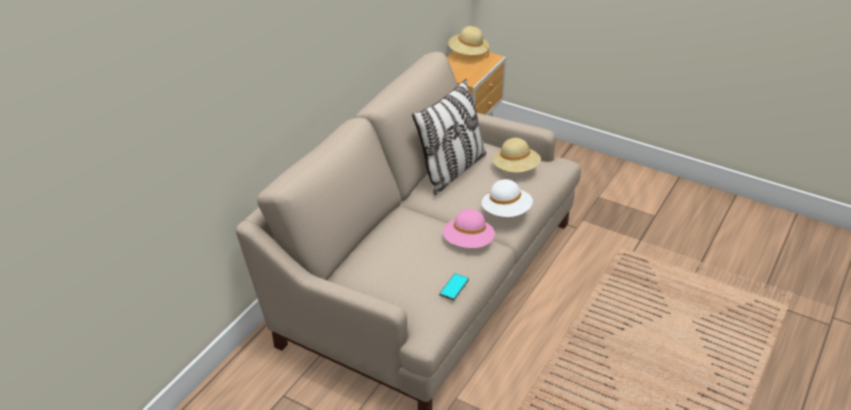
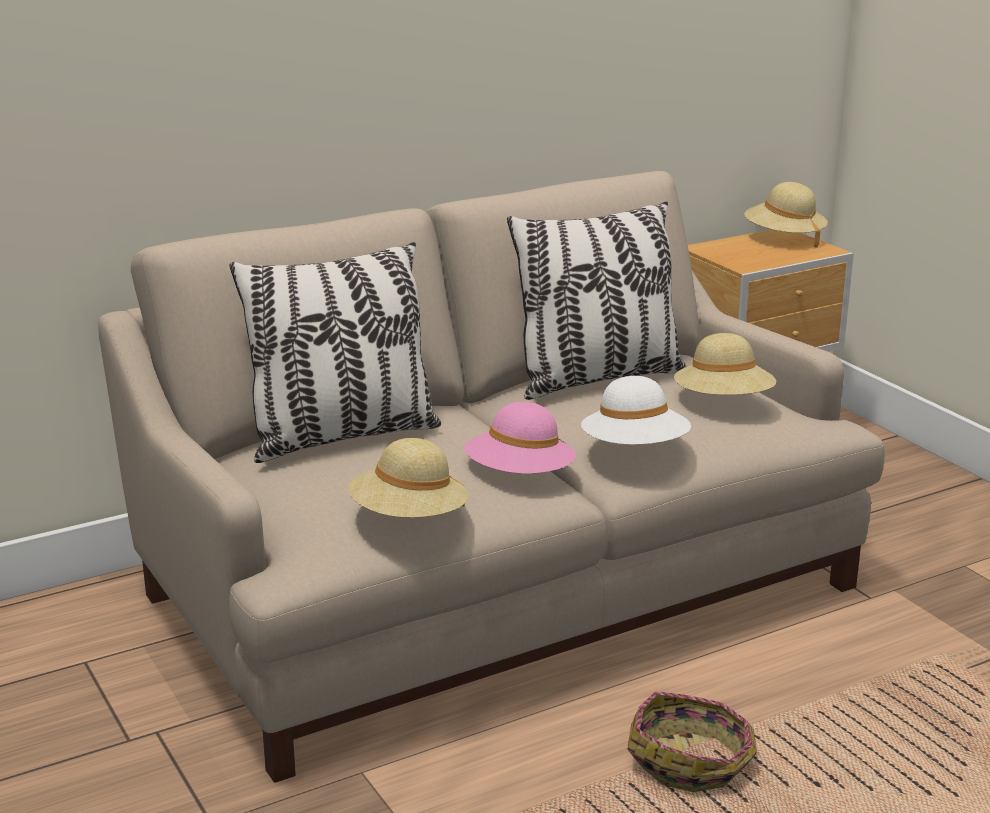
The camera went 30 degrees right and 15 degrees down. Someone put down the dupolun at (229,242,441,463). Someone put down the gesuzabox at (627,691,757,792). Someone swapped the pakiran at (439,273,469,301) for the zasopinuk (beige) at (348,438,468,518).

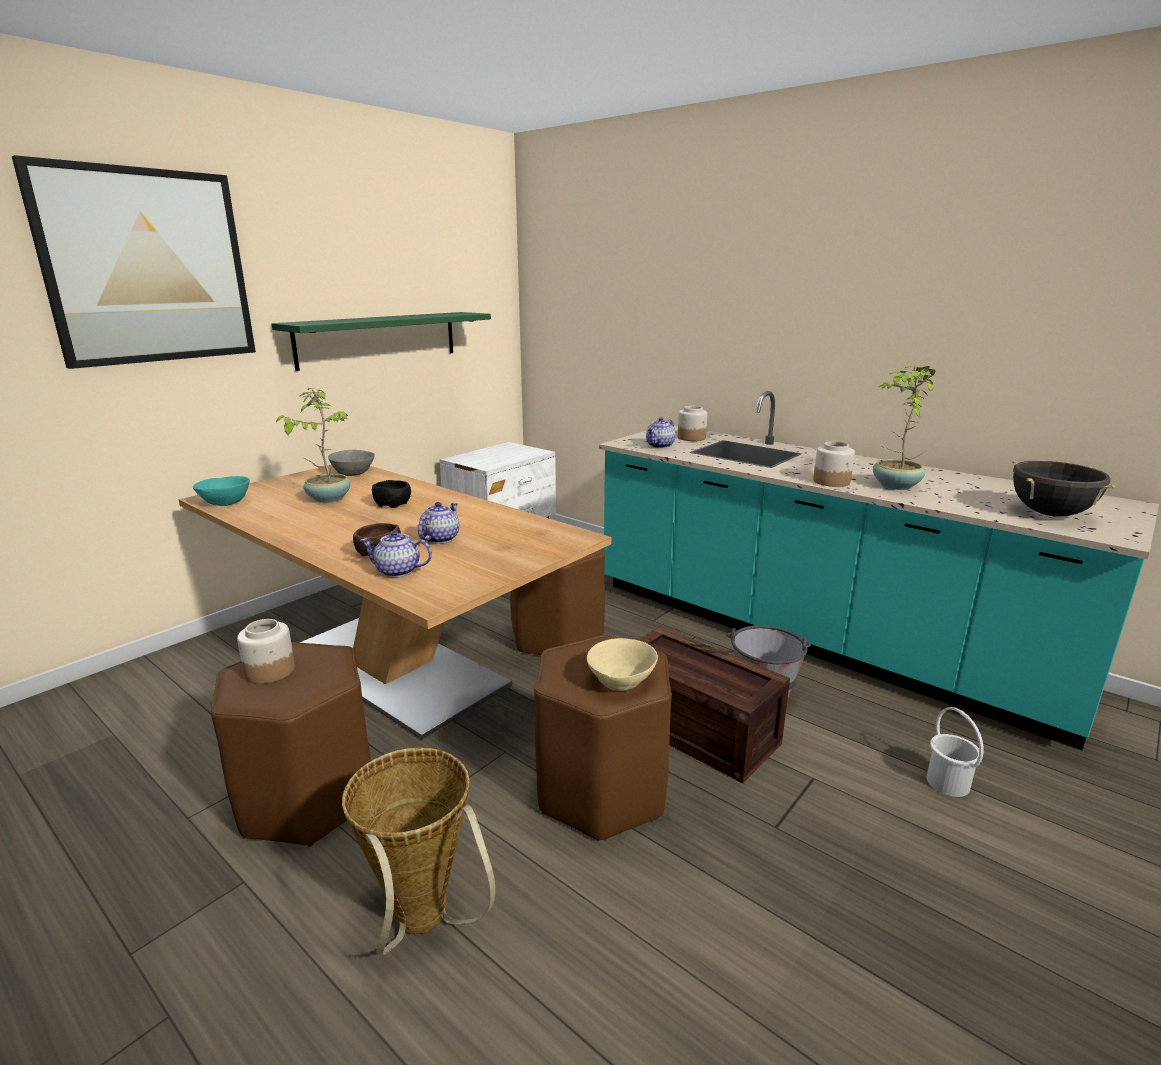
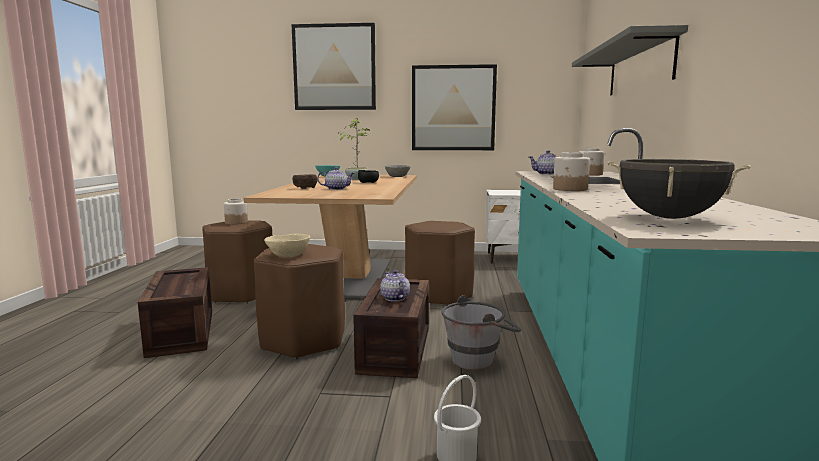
The camera went 55 degrees right and 10 degrees down. Someone took away the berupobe at (873,366,935,490). Someone put up the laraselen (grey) at (572,25,688,95). Someone carried the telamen from (360,530,432,577) to (380,270,410,302). Someone swapped the laraselen (green) at (271,312,491,371) for the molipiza at (412,64,497,150). Someone swapped the gesuzabox at (342,748,495,955) for the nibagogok at (138,267,212,358).

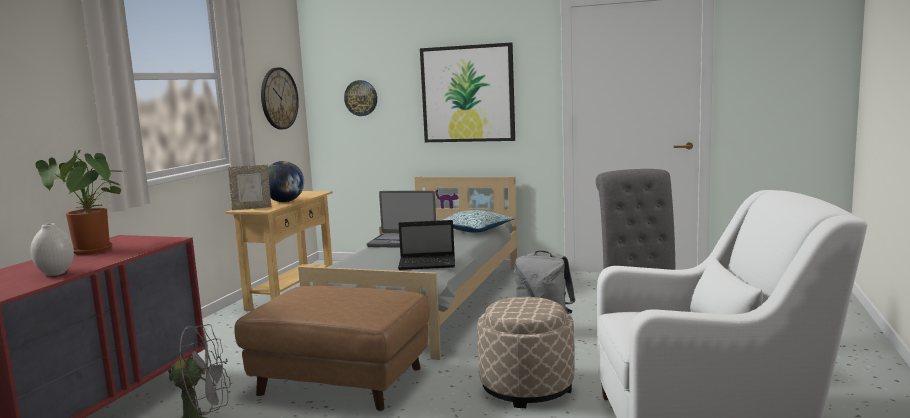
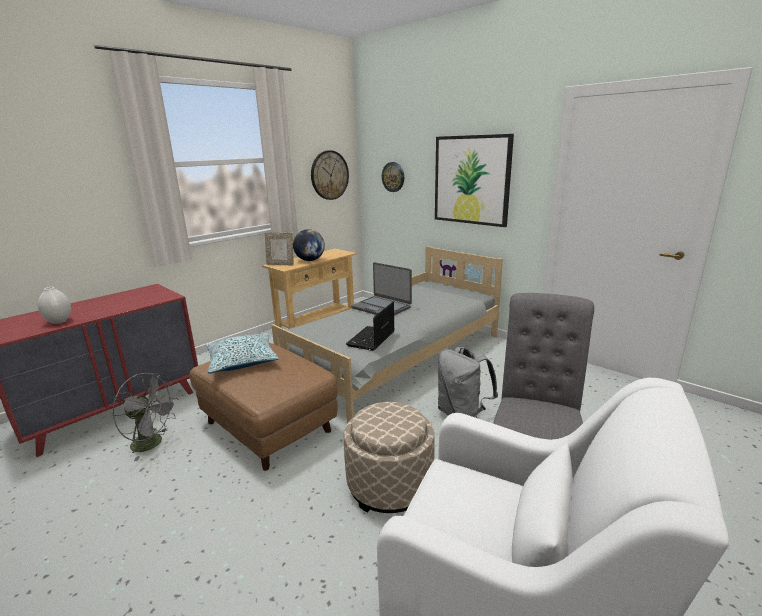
The camera went 25 degrees right and 10 degrees up. Someone took away the berupobe at (35,150,124,255). Someone carried the dupolun from (443,210,515,233) to (206,333,279,374). Someone rotated the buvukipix at (398,220,455,270) by 90 degrees clockwise.

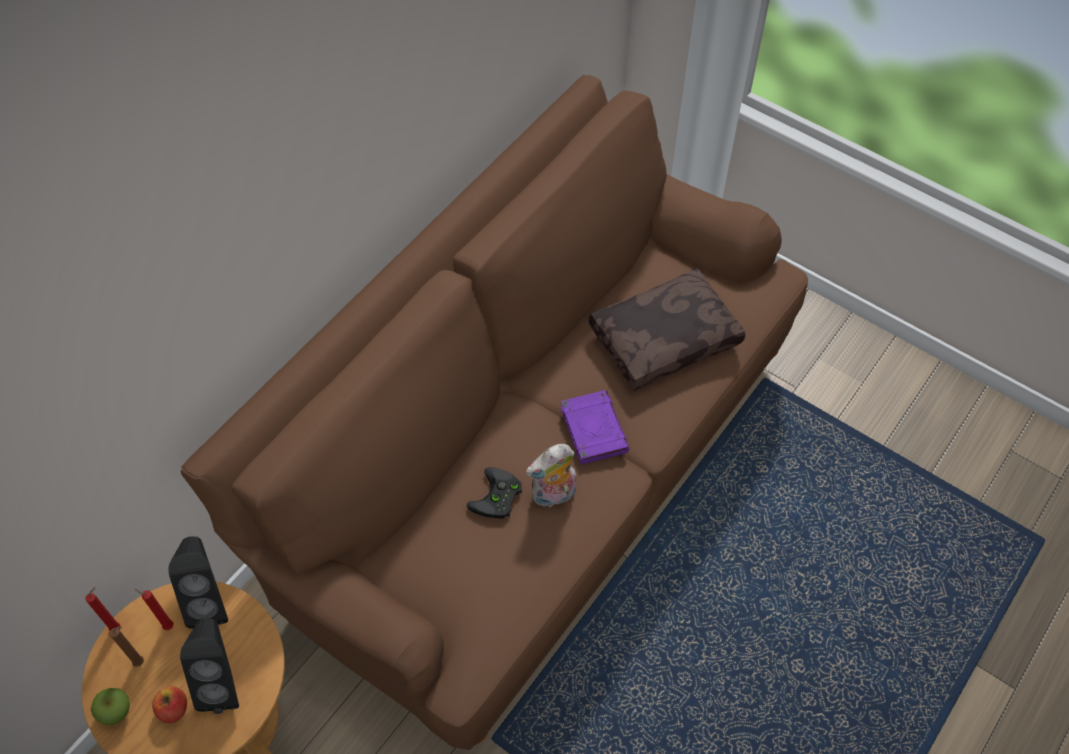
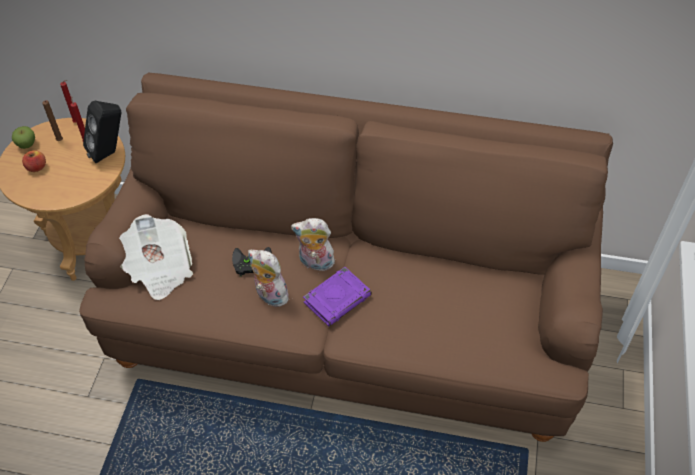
The camera went 65 degrees right and 5 degrees down. Someone took away the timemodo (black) at (180,618,239,714). Someone took away the dupolun (brown) at (589,269,746,391). Someone put down the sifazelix at (119,214,193,300). Someone put down the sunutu at (291,218,335,271).

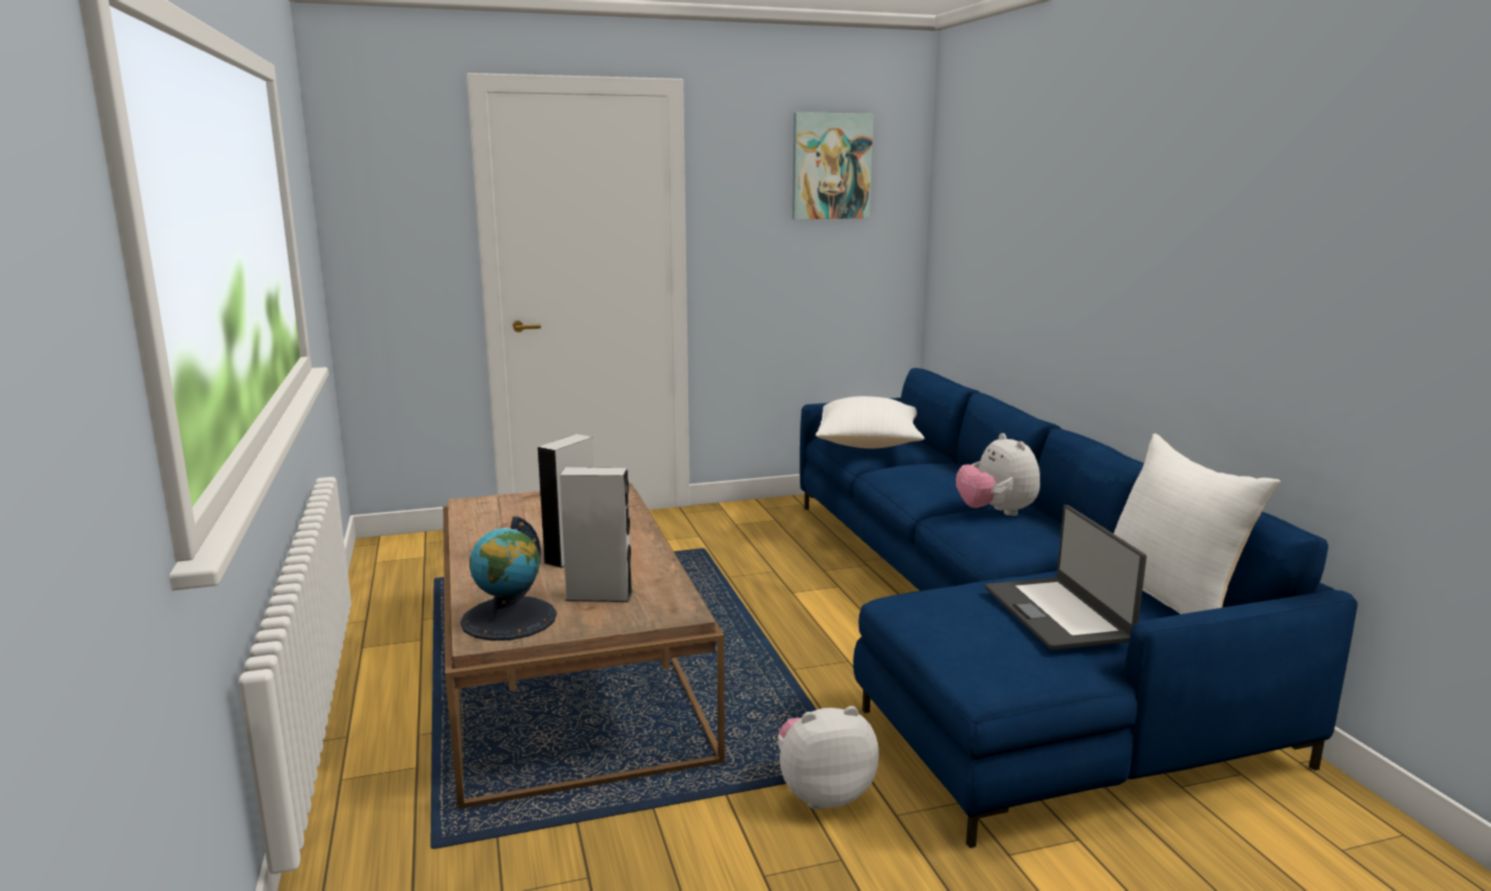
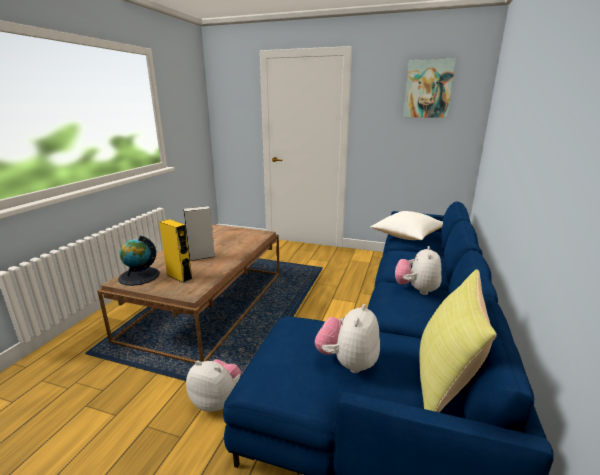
The camera went 35 degrees right and 5 degrees up. Someone swapped the buvukipix at (985,505,1147,650) for the sunutu at (315,304,380,373). Someone repainted the timemodo (grey) at (560,467,633,602), which became the timemodo (yellow) at (159,219,192,283). Someone repainted the dupolun (white) at (1114,434,1280,614), which became the dupolun (yellow) at (419,269,497,413).

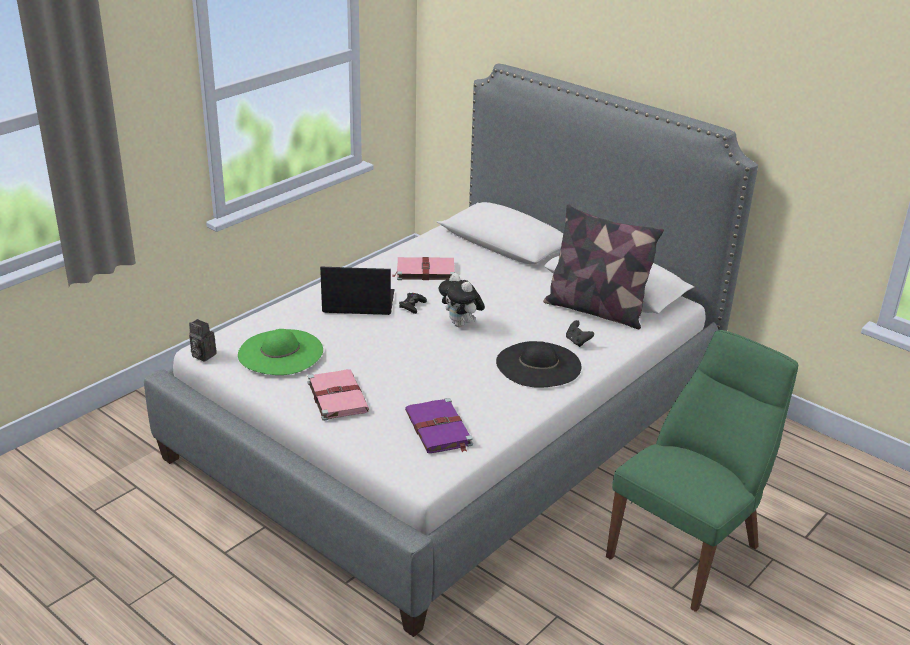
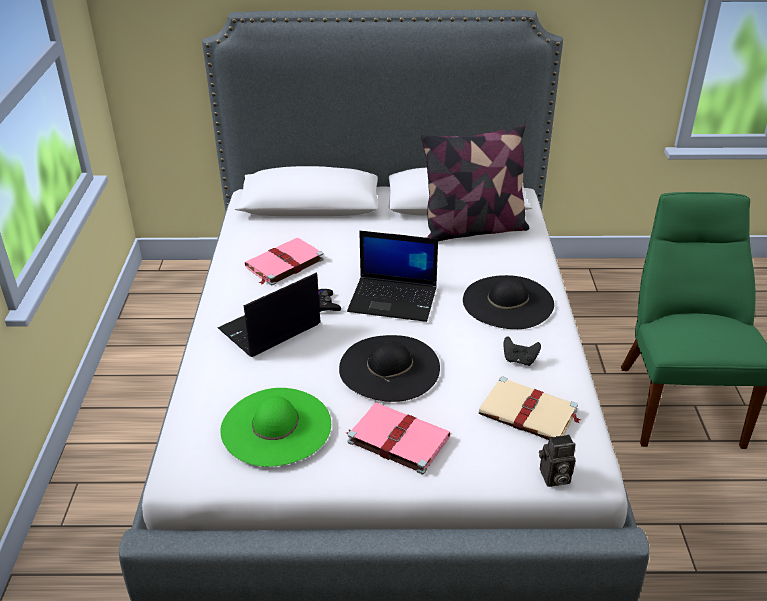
The camera went 40 degrees left and 5 degrees up. Someone put down the zasopinuk (black) at (339,335,440,402). Someone carried the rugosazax from (189,319,217,362) to (539,435,575,487). Someone carried the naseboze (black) from (566,320,594,347) to (504,336,541,366). Someone swapped the sunutu at (439,273,485,327) for the buvukipix at (347,231,438,322). Someone repainted the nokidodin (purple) at (405,398,473,453), which became the nokidodin (beige) at (479,376,581,440).

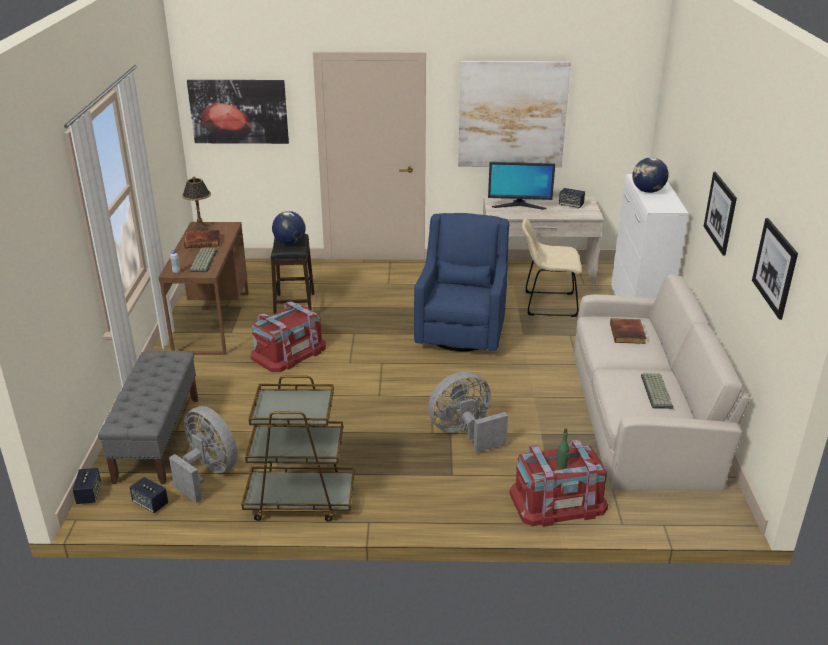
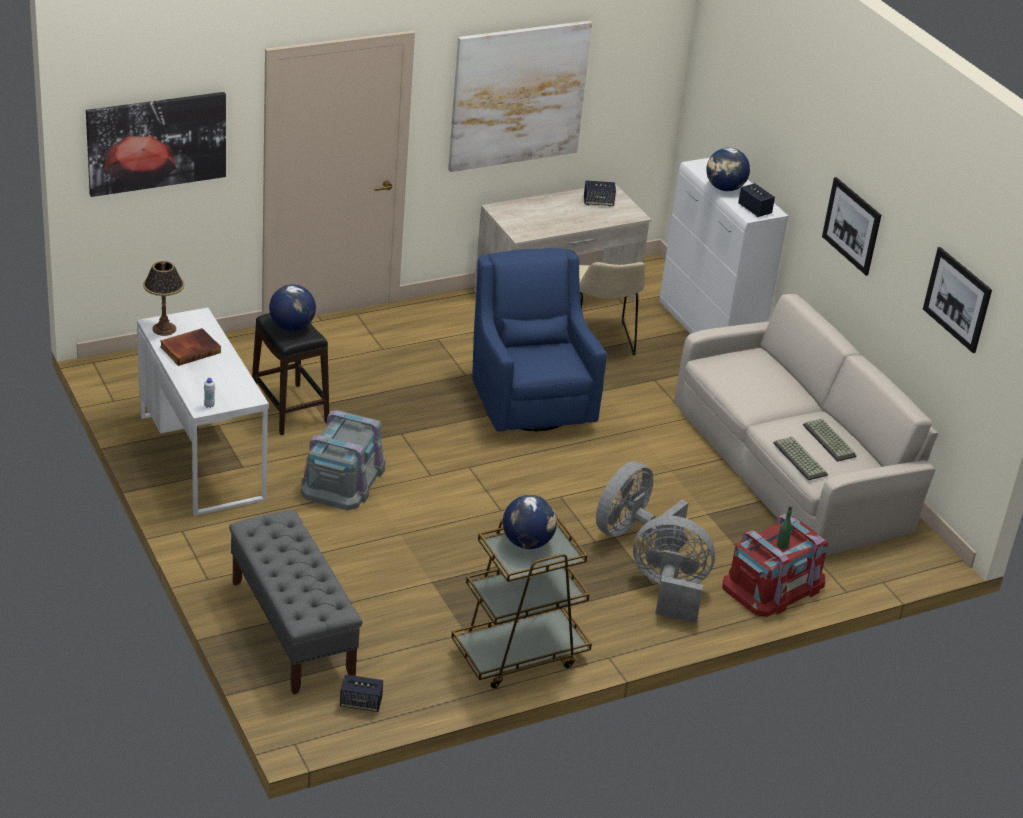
The camera went 30 degrees left and 5 degrees up. Someone took away the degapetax at (488,162,555,210). Someone took away the nokidodin at (610,318,646,344). Someone put down the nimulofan at (503,495,557,549). Someone carried the timemodo from (73,468,101,504) to (738,183,775,217). Someone carried the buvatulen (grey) from (169,406,238,503) to (633,516,715,623). Someone carried the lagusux from (190,248,217,272) to (773,437,828,480). Someone repainted the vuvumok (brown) at (158,222,249,355), which became the vuvumok (white) at (137,308,269,516). Someone repainted the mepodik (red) at (251,301,326,372), which became the mepodik (grey) at (301,410,386,510). Someone rotated the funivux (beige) at (522,218,582,317) by 75 degrees counterclockwise.

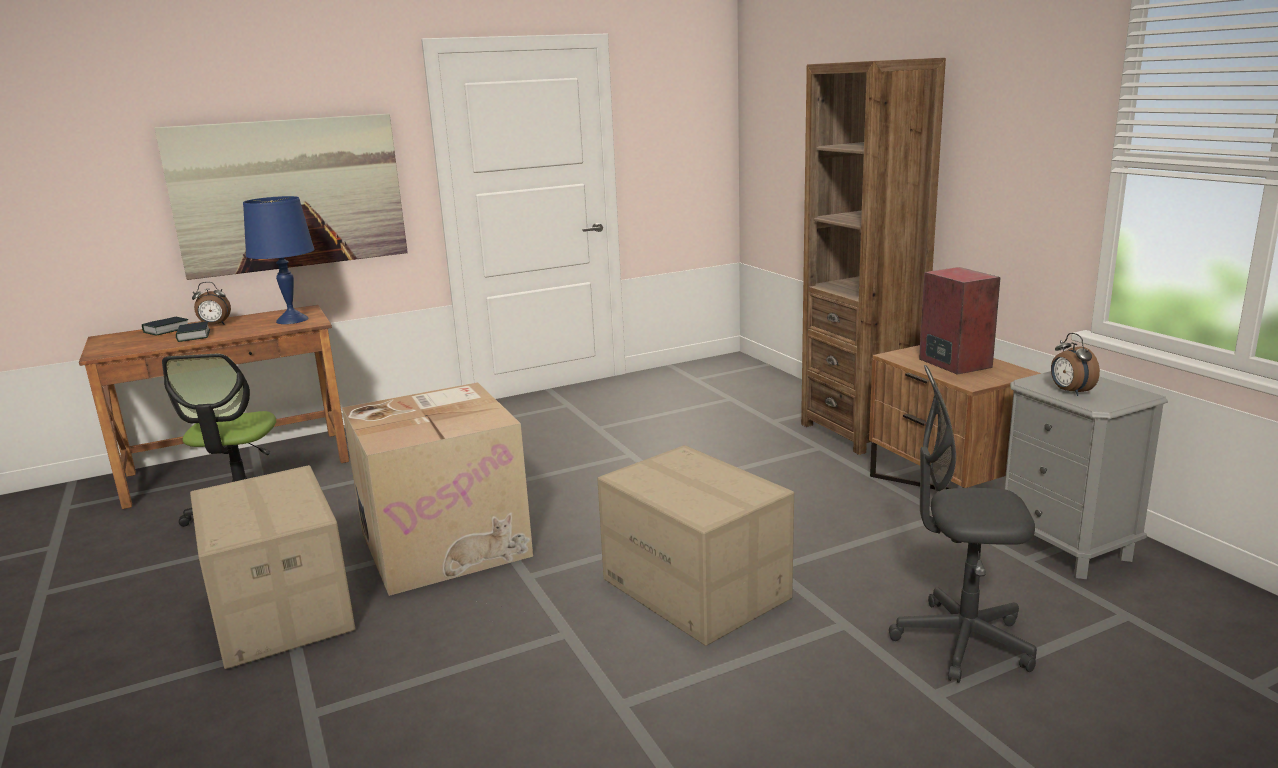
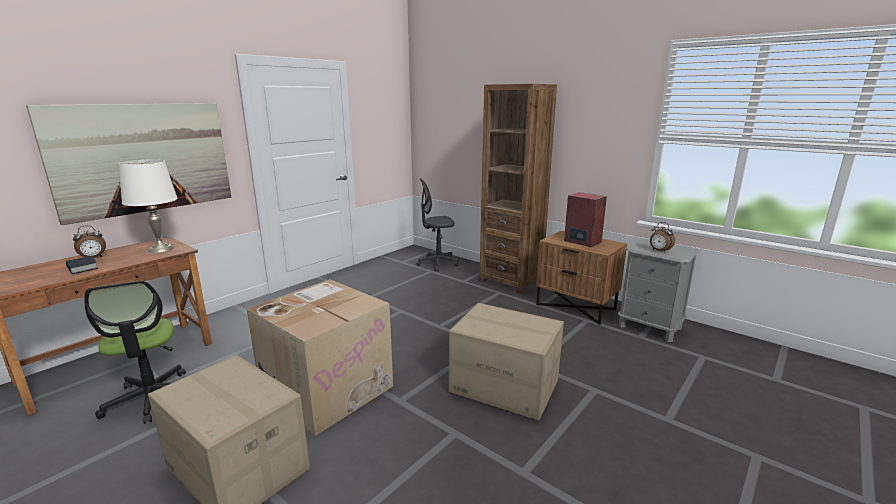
The camera went 25 degrees left and 0 degrees up. Someone took away the nokidodin at (142,317,188,336). Someone carried the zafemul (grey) from (889,365,1037,683) to (416,178,458,271). Someone repainted the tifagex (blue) at (243,196,315,324), which became the tifagex (white) at (118,159,178,253).

